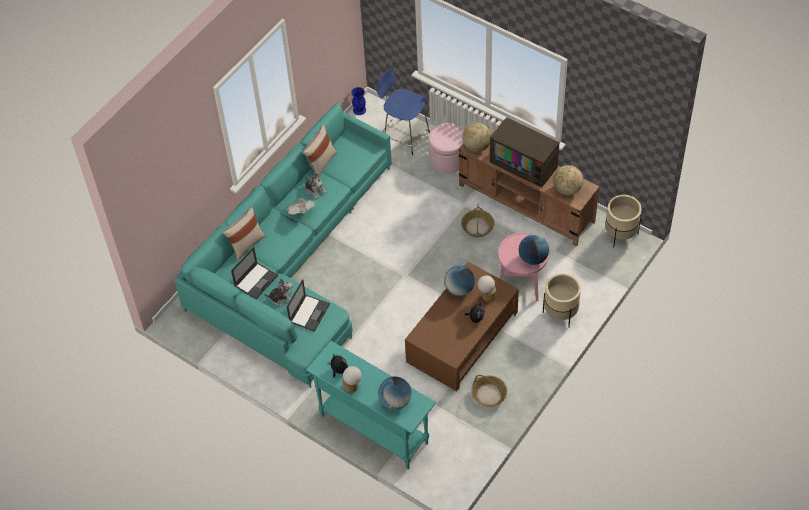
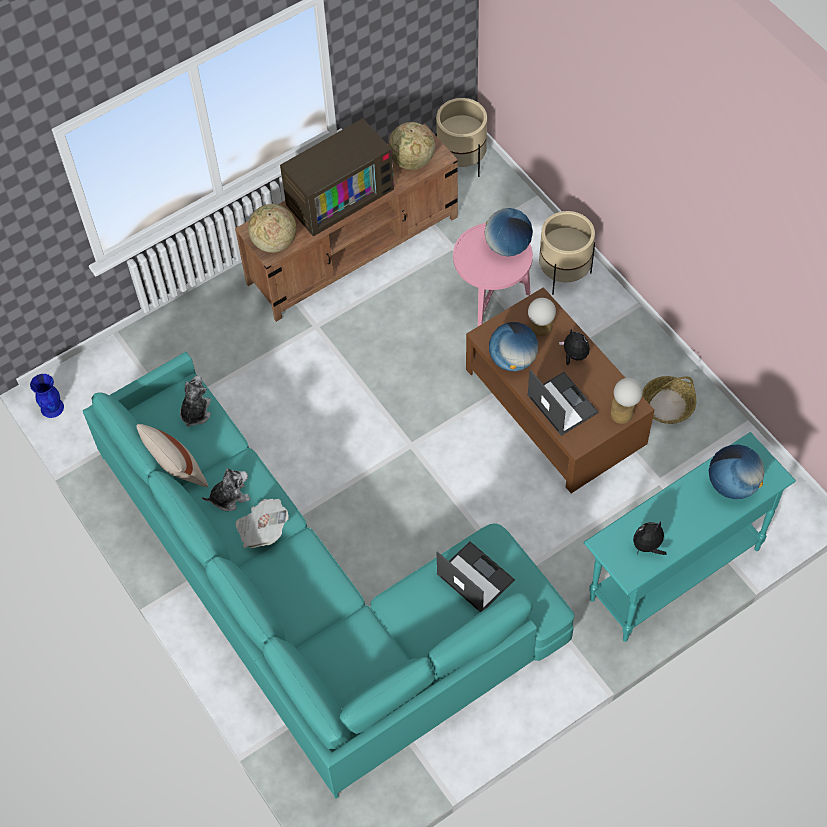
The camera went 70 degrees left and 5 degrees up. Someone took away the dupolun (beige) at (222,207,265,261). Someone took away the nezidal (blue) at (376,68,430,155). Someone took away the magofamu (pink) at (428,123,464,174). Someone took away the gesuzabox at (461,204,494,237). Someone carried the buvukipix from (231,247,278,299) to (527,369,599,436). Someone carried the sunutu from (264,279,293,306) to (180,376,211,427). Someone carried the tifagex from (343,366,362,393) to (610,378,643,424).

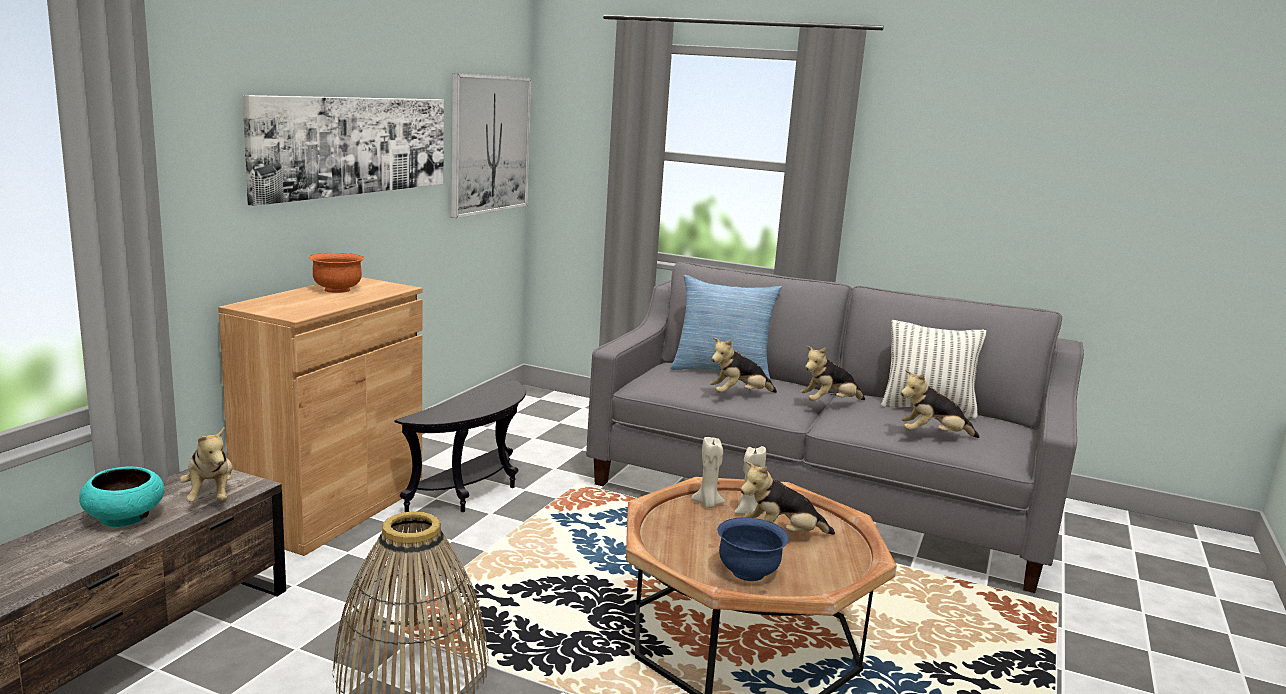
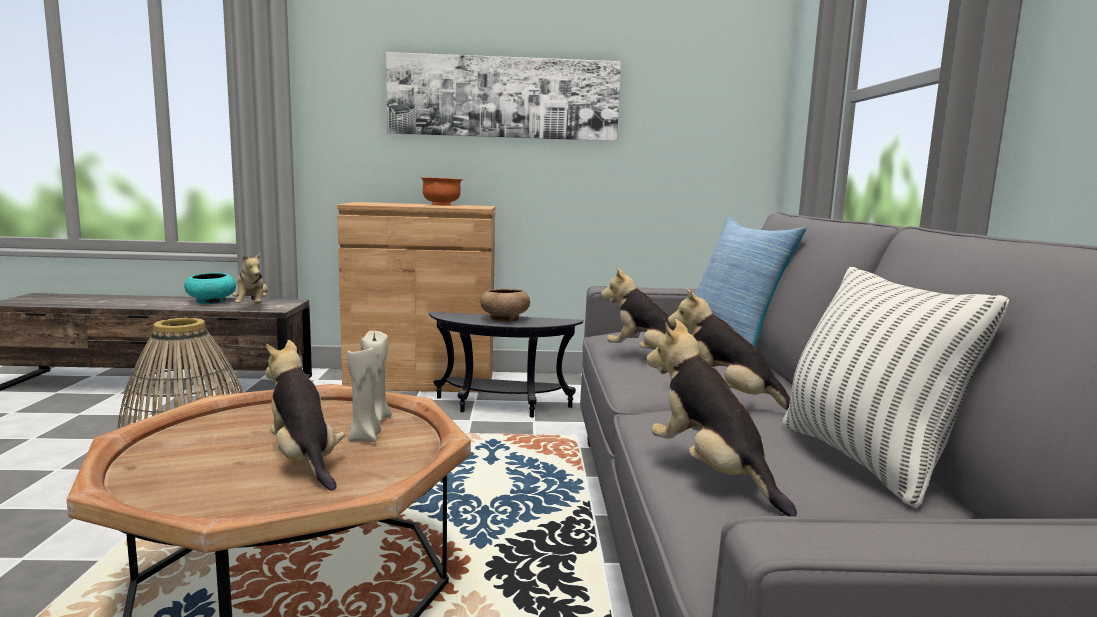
The camera went 65 degrees right and 5 degrees down. Someone took away the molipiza at (451,73,532,218). Someone took away the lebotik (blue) at (717,517,789,581). Someone put down the lebotik (brown) at (480,289,530,322). Someone rotated the sunutu at (180,427,232,502) by 60 degrees counterclockwise.

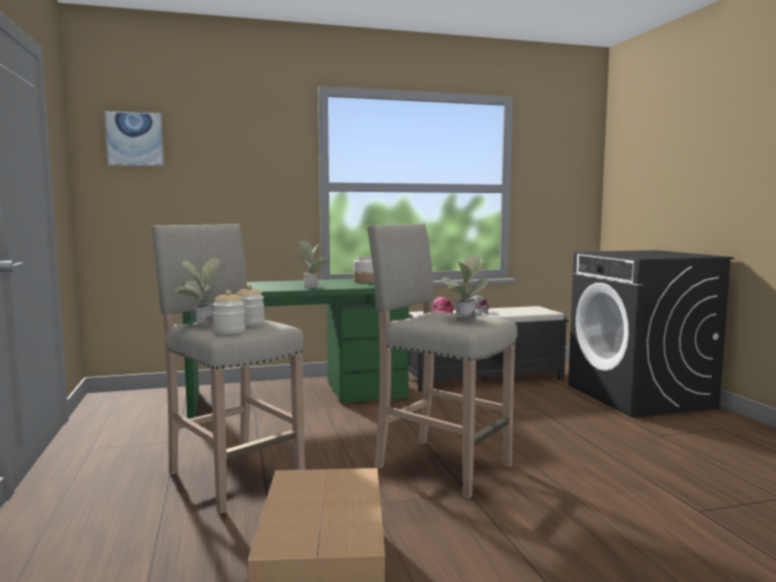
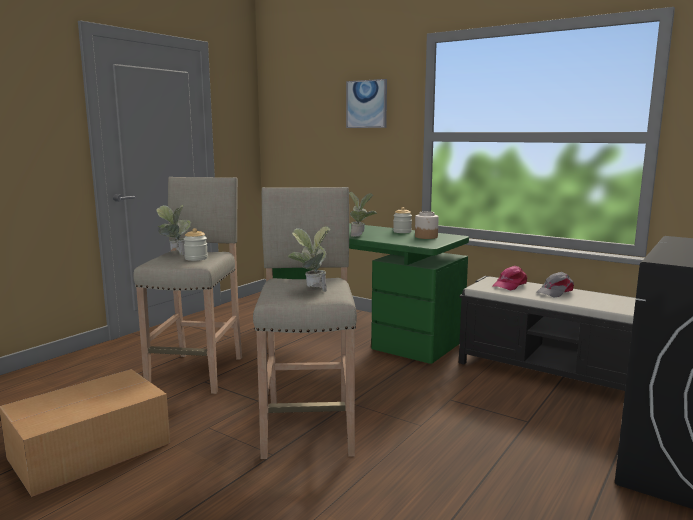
The camera went 50 degrees right and 5 degrees up. Someone carried the molipiza from (104,110,164,167) to (346,79,387,128). Someone carried the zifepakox from (212,290,245,334) to (393,207,412,233).

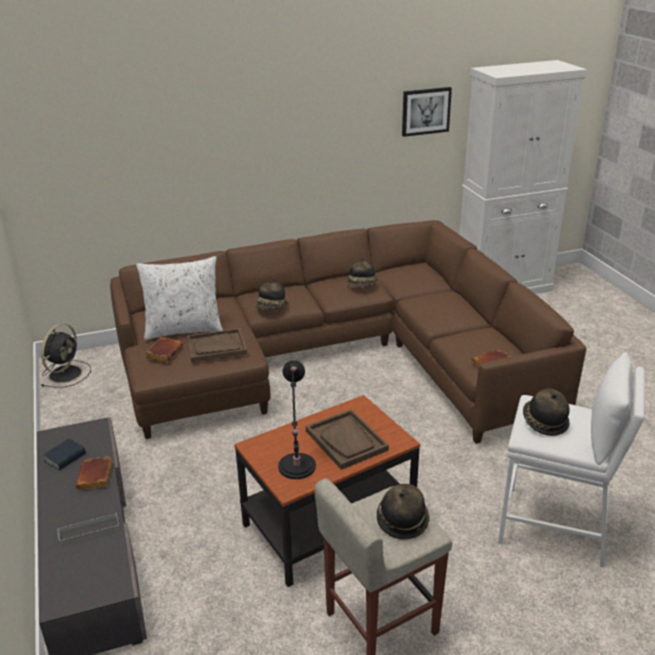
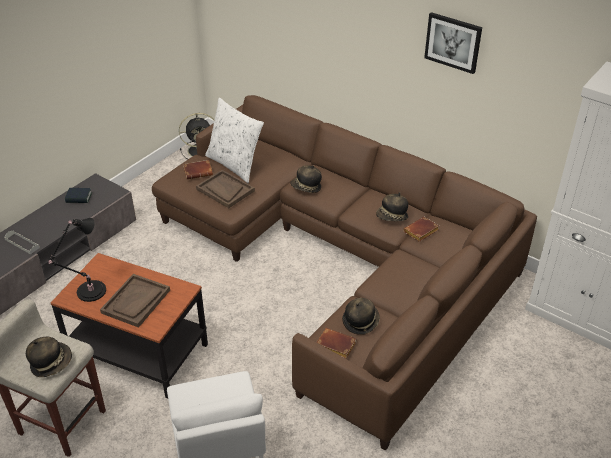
The camera went 55 degrees right and 10 degrees up. Someone carried the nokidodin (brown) from (75,456,113,490) to (403,217,439,242). Someone carried the molipiza from (402,87,452,137) to (424,12,482,74). Someone carried the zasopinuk from (523,389,570,436) to (342,298,380,335).

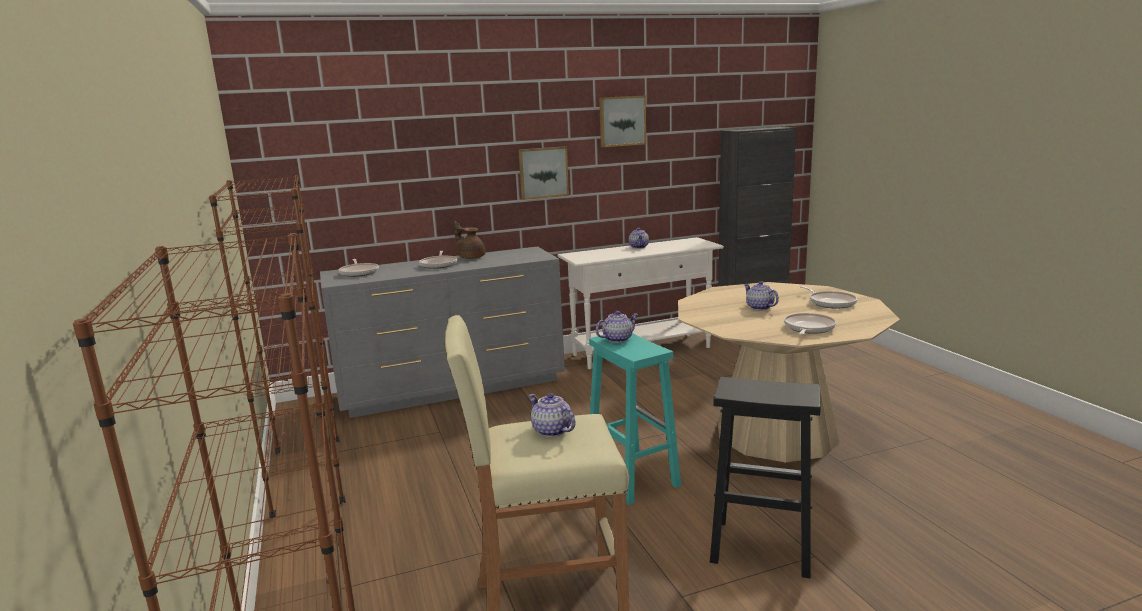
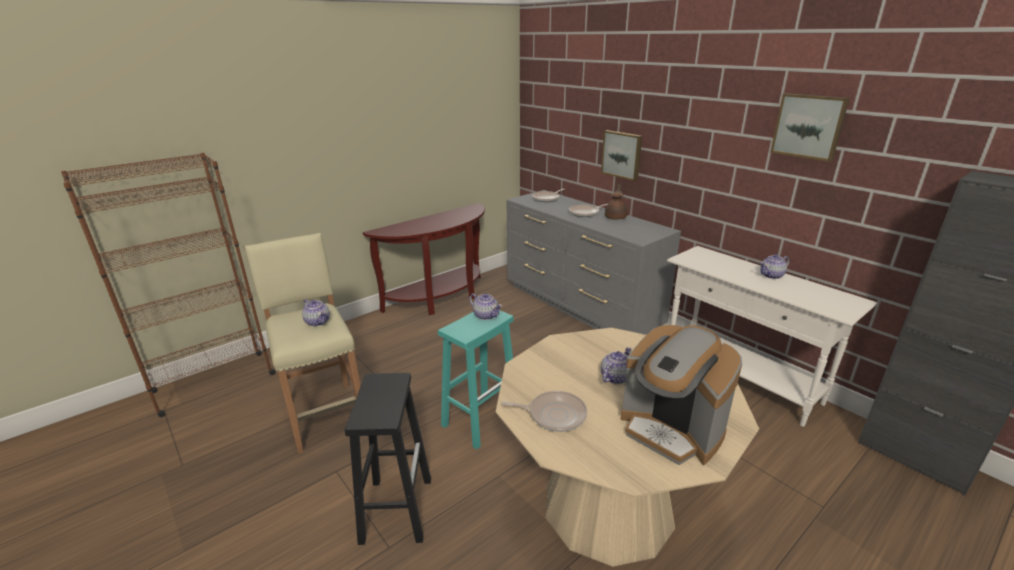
The camera went 70 degrees right and 10 degrees up. Someone carried the molipiza from (518,146,569,200) to (601,130,642,181). Someone swapped the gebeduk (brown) at (209,175,346,518) for the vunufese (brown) at (363,203,485,315). Someone swapped the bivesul at (800,286,857,308) for the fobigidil at (621,325,742,465). Someone rotated the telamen at (528,393,575,437) by 105 degrees clockwise.

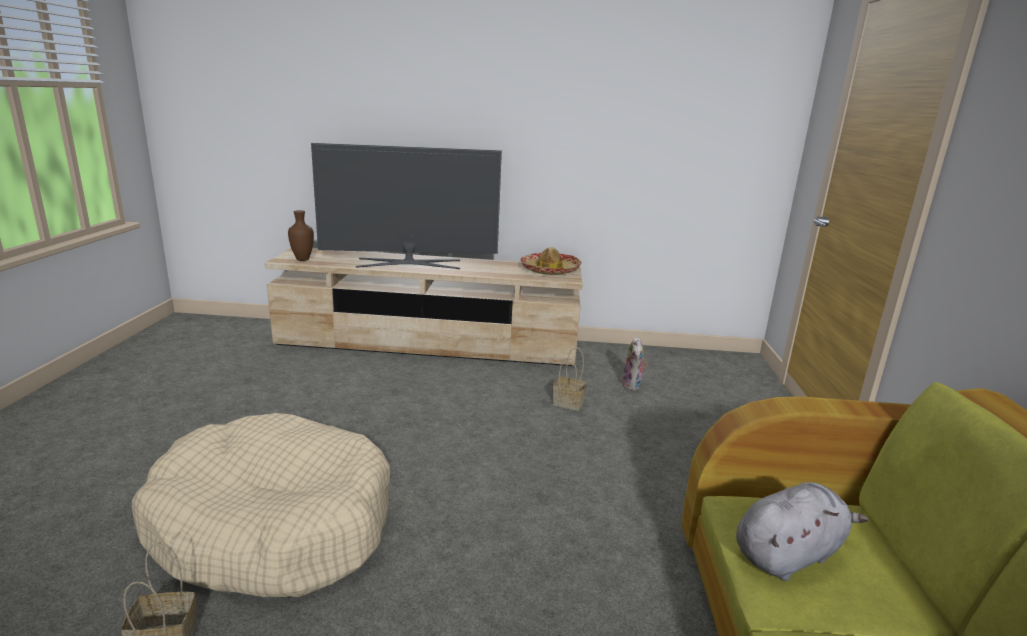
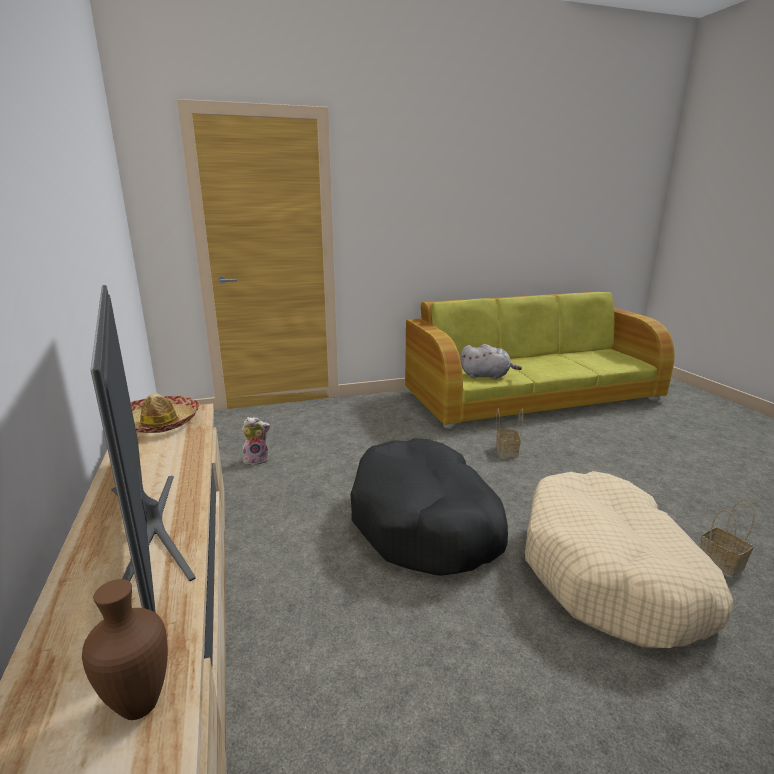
The camera went 110 degrees left and 0 degrees up. Someone put down the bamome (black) at (350,438,508,576). Someone carried the gesuzabox from (552,347,587,411) to (496,408,523,457). Someone rotated the sunutu (grey) at (736,482,868,581) by 150 degrees clockwise.

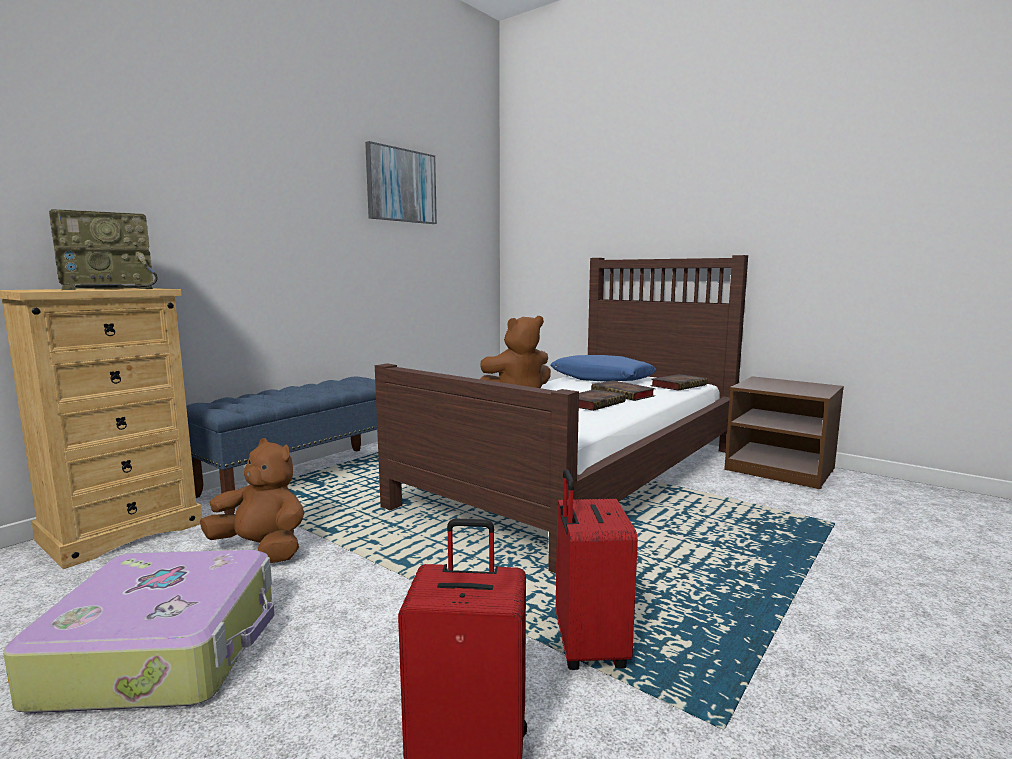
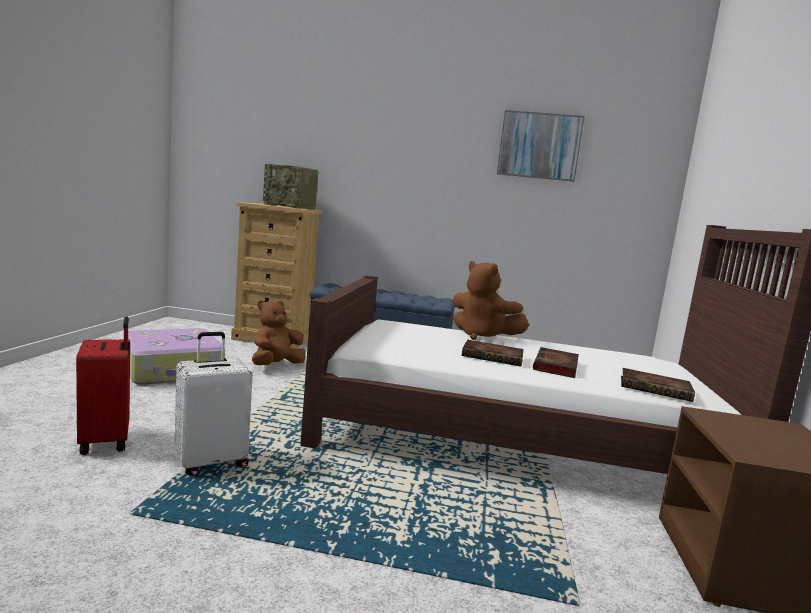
The camera went 60 degrees right and 0 degrees up. Someone took away the dupolun (blue) at (550,355,657,382). Someone repainted the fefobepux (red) at (556,469,638,670), which became the fefobepux (white) at (174,332,253,475). Someone rotated the sunutu (brown) at (200,438,304,563) by 135 degrees counterclockwise.

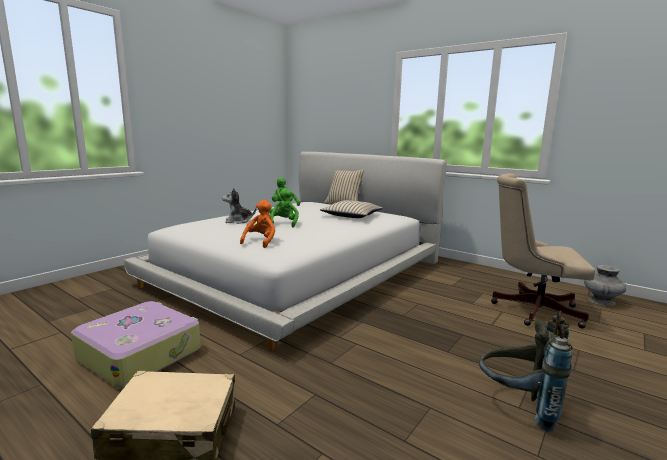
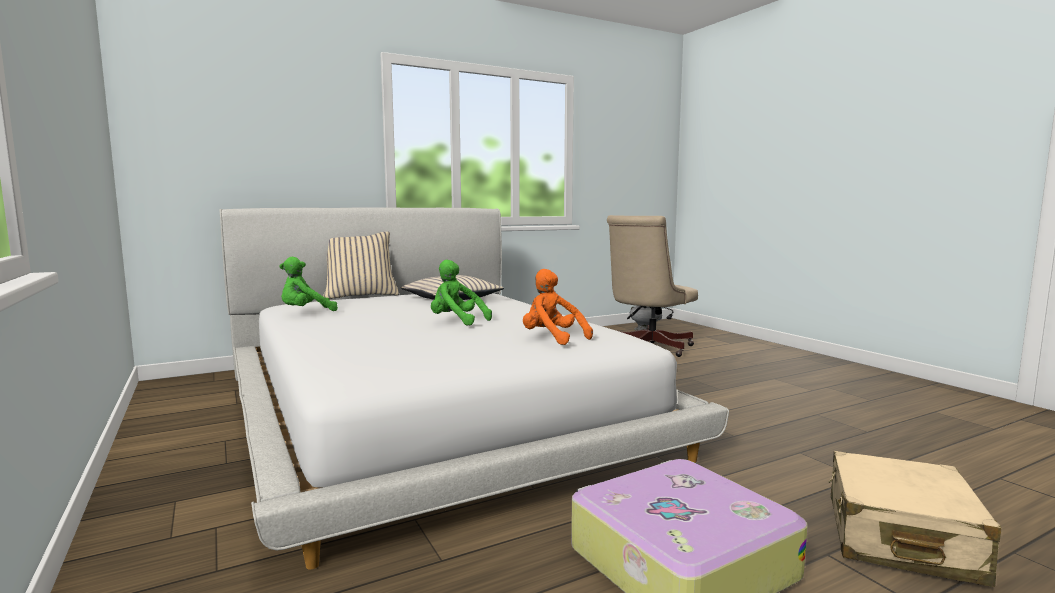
The camera went 65 degrees left and 5 degrees down. Someone took away the sunutu at (222,188,256,224). Someone took away the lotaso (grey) at (479,310,572,432).

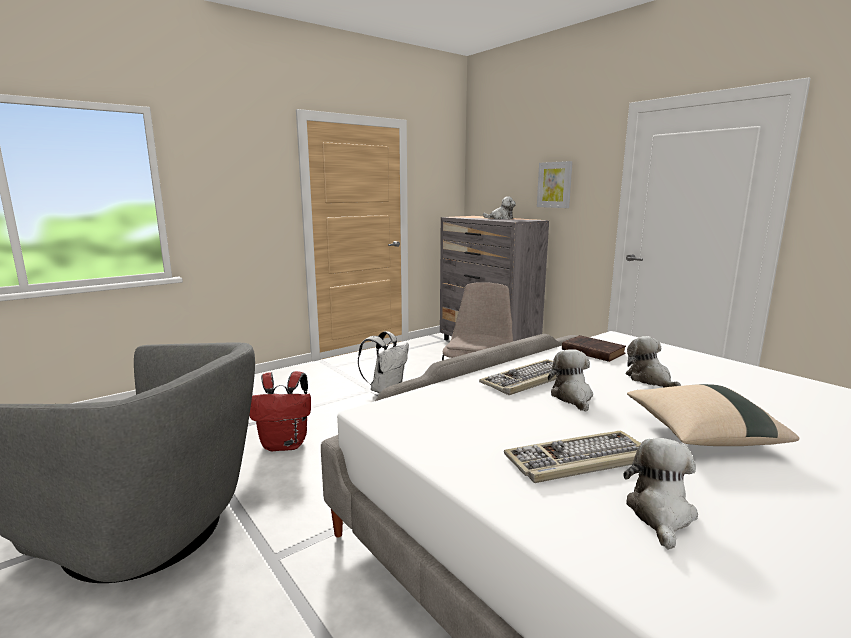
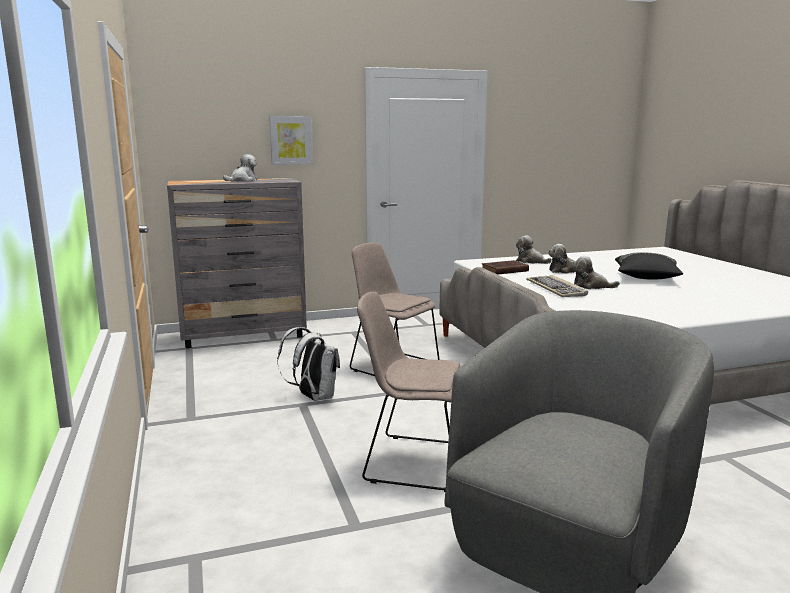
The camera went 70 degrees left and 0 degrees up. Someone took away the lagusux at (504,431,641,483). Someone carried the sunutu from (624,438,698,550) to (516,235,552,264). Someone swapped the lotaso (red) at (249,371,311,451) for the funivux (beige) at (357,292,461,492). Someone repainted the dupolun (beige) at (627,384,800,446), which became the dupolun (black) at (615,252,683,280).

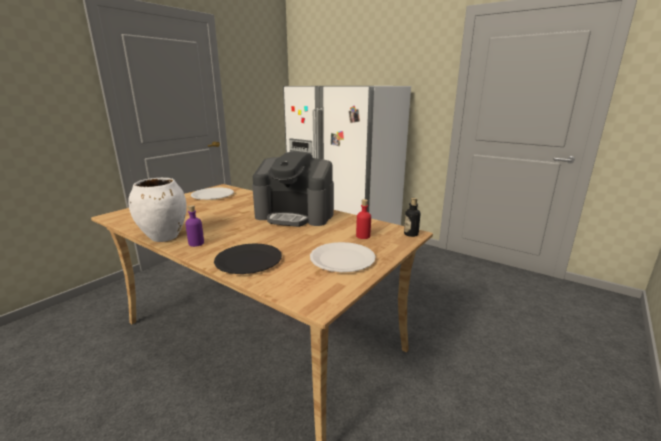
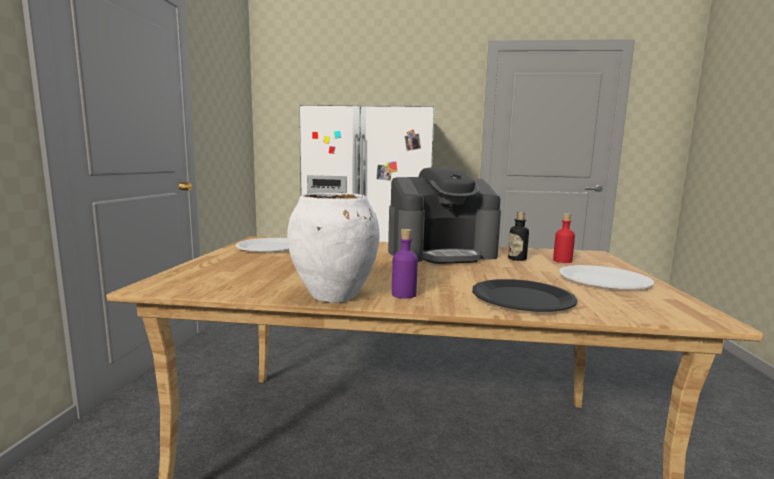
The camera went 30 degrees left and 10 degrees down. Someone carried the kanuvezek from (404,198,420,237) to (508,212,529,261).

